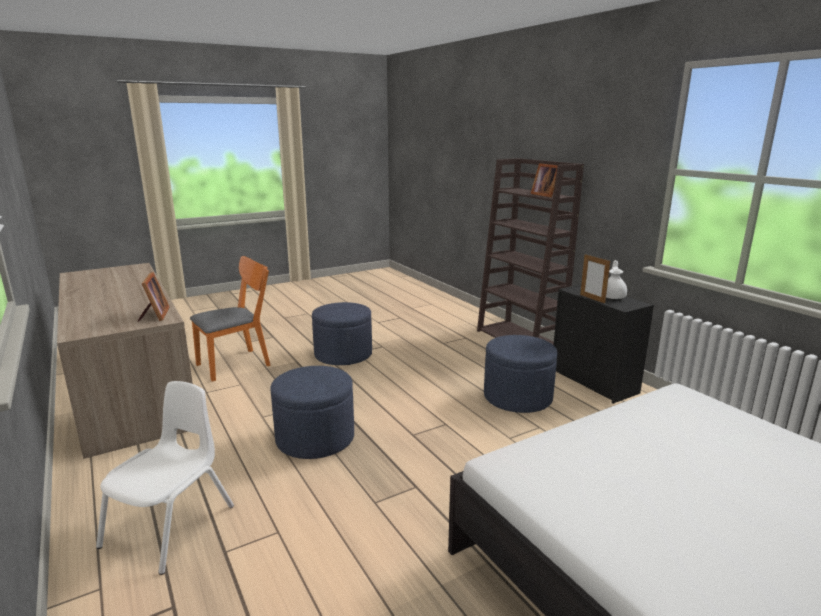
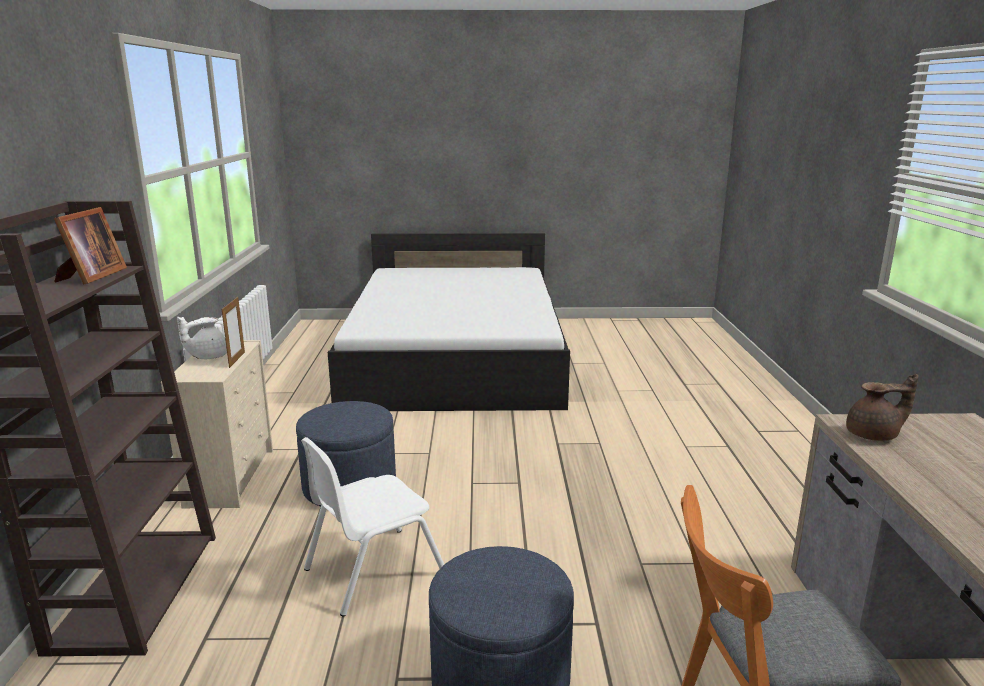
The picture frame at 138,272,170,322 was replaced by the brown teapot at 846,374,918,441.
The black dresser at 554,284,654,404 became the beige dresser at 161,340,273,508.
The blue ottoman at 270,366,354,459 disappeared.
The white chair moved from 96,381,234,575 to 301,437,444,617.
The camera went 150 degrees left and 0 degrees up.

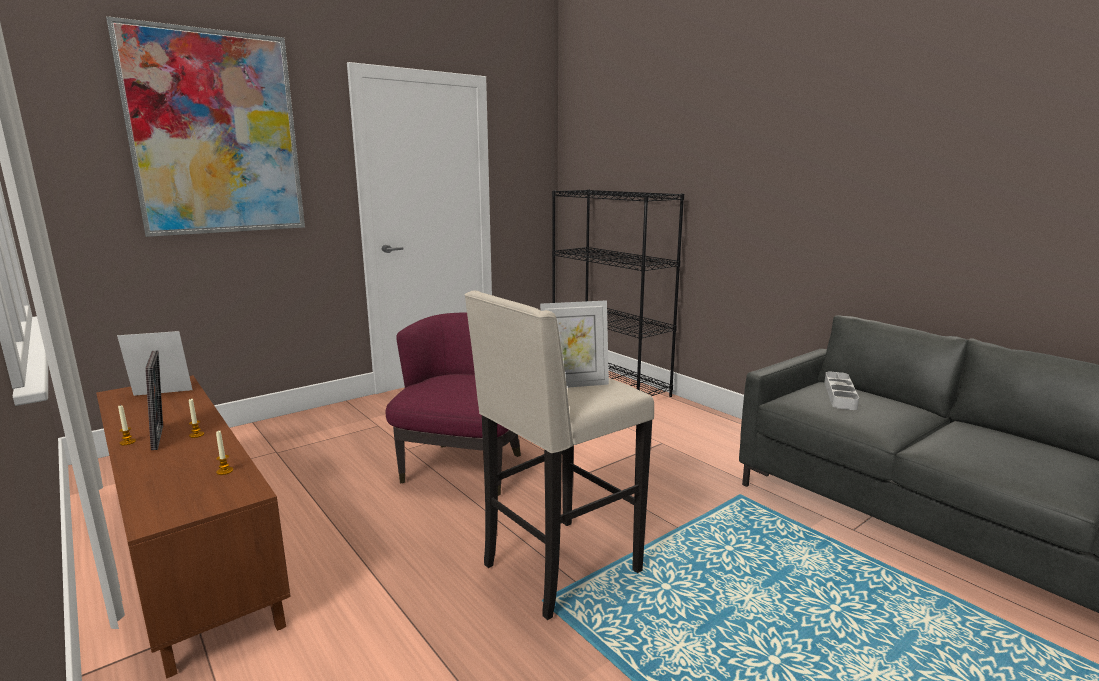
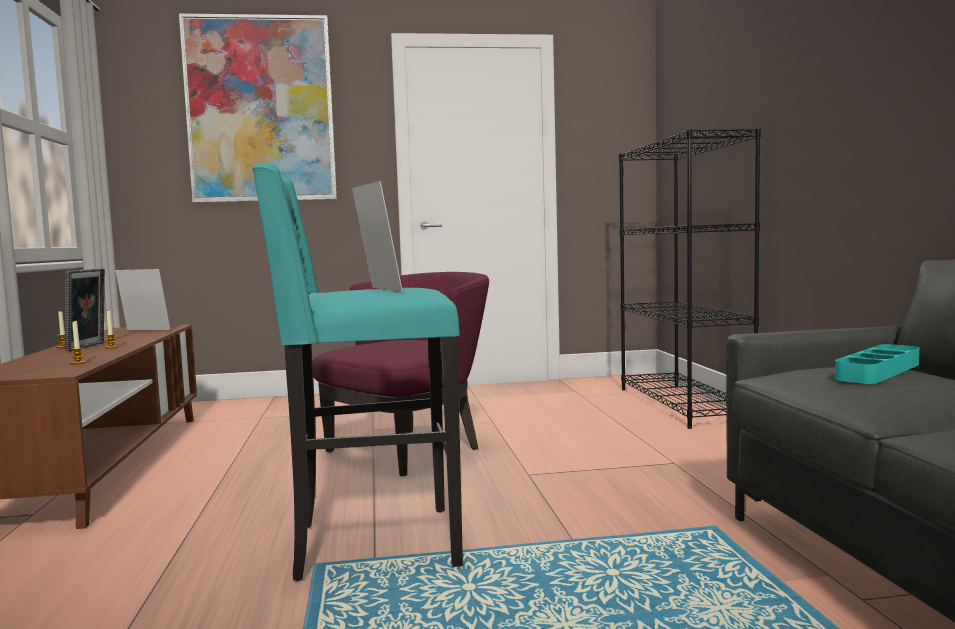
The beige stool at 465,291,654,620 became the turquoise stool at 252,163,463,581.
The picture frame at 540,300,609,388 turned 135 degrees counterclockwise.
The grey tray at 824,372,859,410 became the turquoise tray at 835,344,919,384.
The camera went 30 degrees right and 10 degrees down.

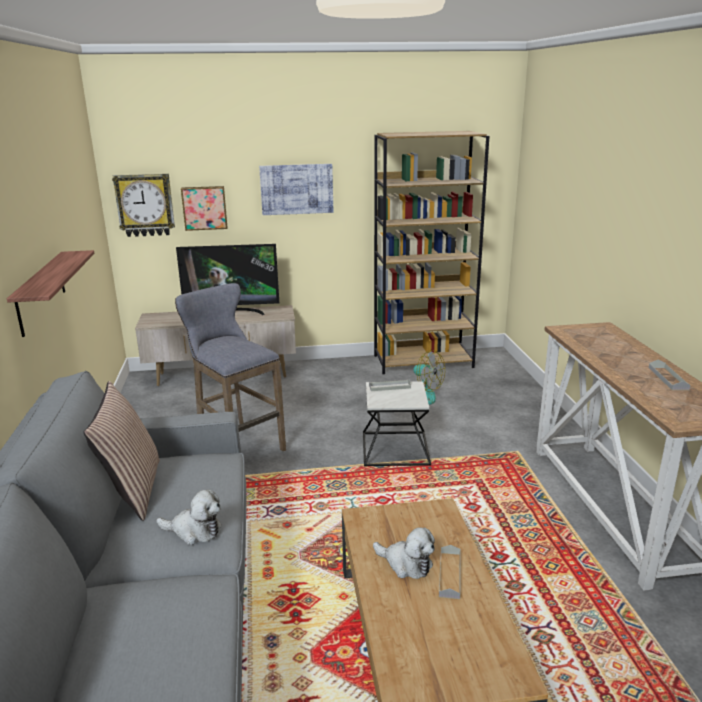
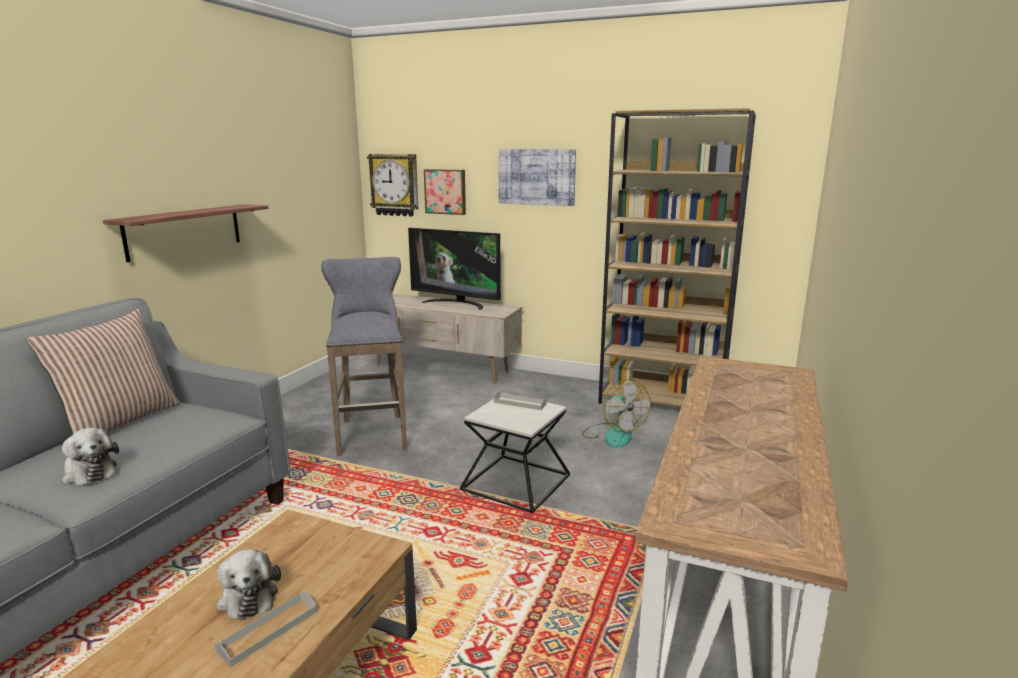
The grey tray at 649,360,690,390 disappeared.
The camera went 30 degrees right and 5 degrees down.

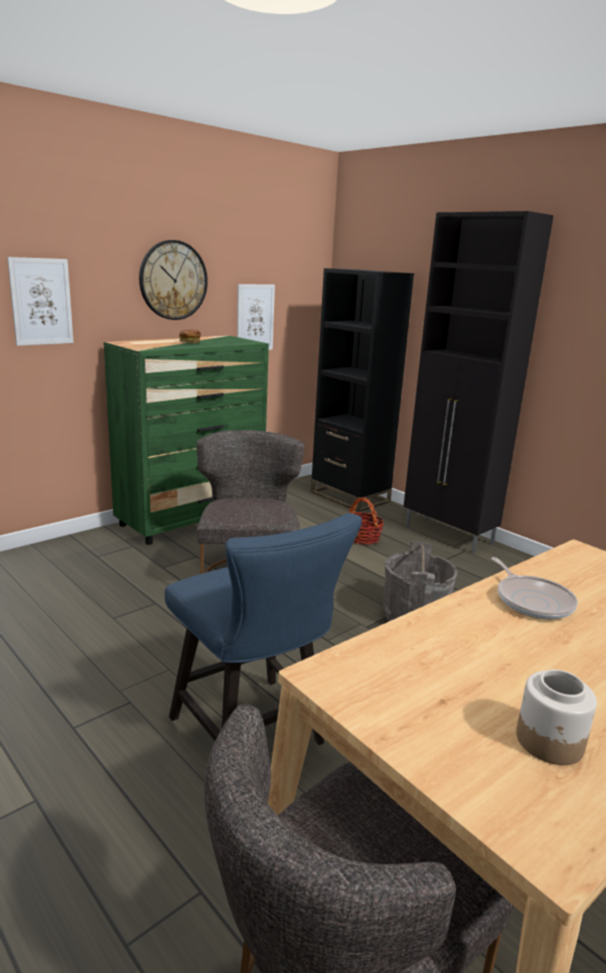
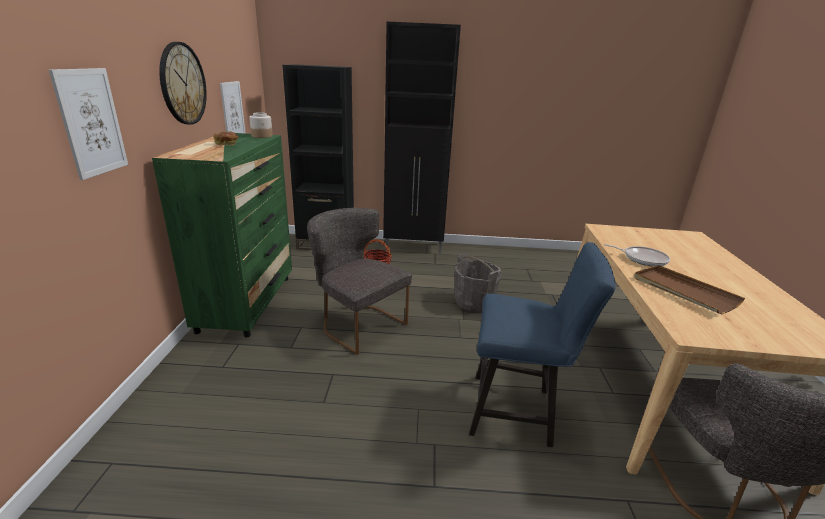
The jar moved from 516,669,597,765 to 249,112,273,138.
The brown tray at 634,265,745,314 appeared.
The camera went 45 degrees left and 5 degrees up.

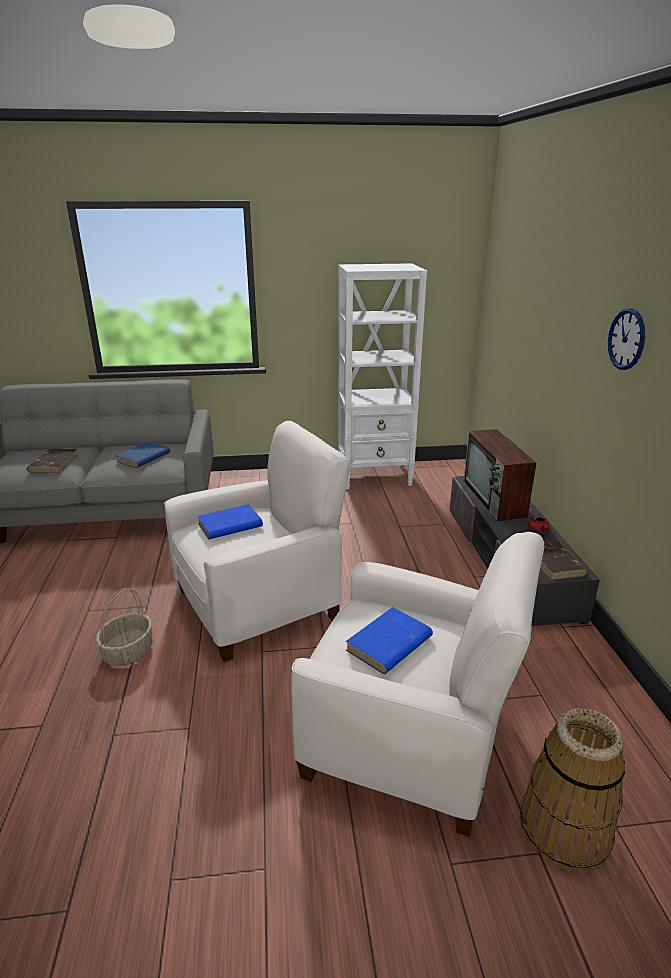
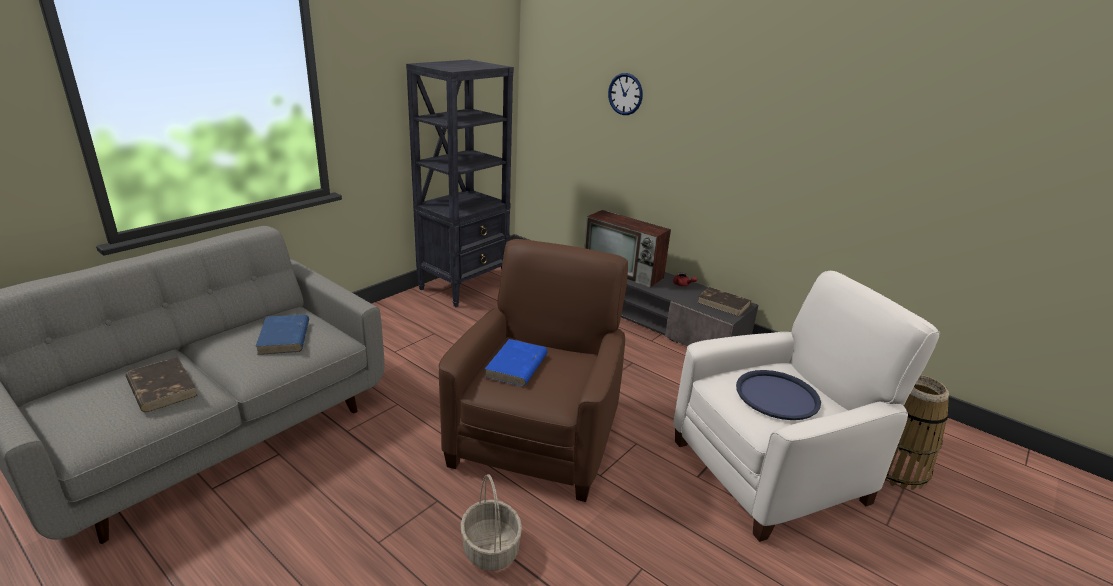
The white bookcase at 338,263,427,489 became the black bookcase at 406,60,514,307.
The wall clock moved from 608,308,645,370 to 608,73,643,115.
The white armchair at 164,421,350,662 became the brown armchair at 438,239,628,502.
The blue book at 346,607,433,674 was replaced by the blue tray at 736,370,821,420.
The camera went 45 degrees left and 0 degrees up.

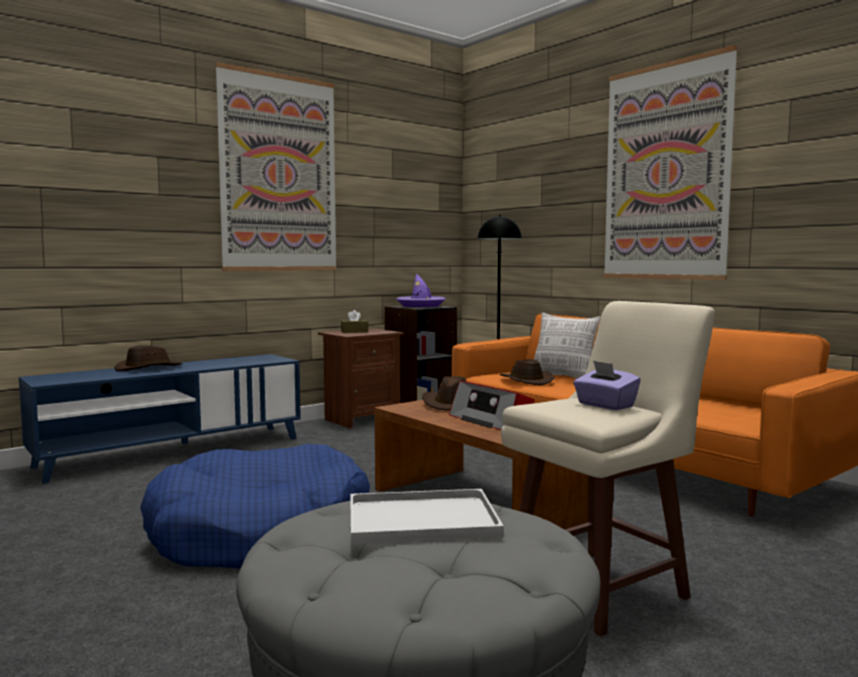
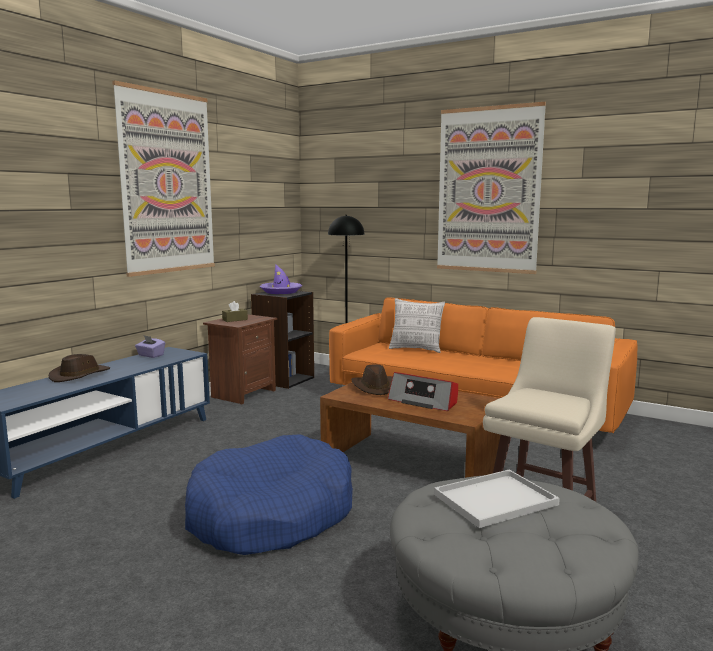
The brown hat at 500,359,555,385 disappeared.
The purple tissue box moved from 573,360,641,410 to 135,335,165,358.
The camera went 20 degrees left and 5 degrees up.

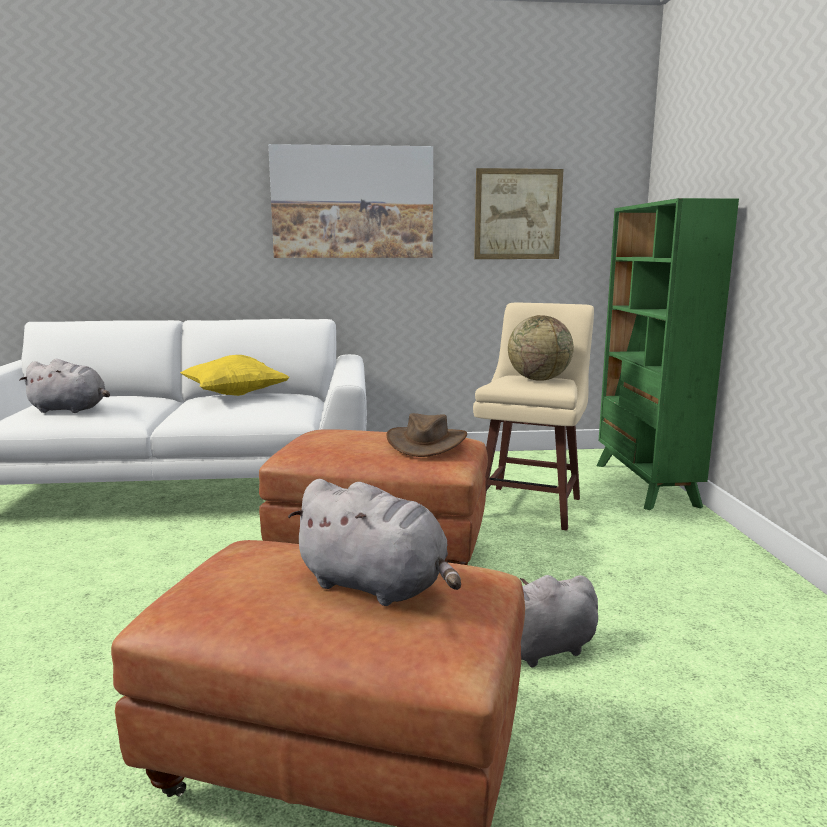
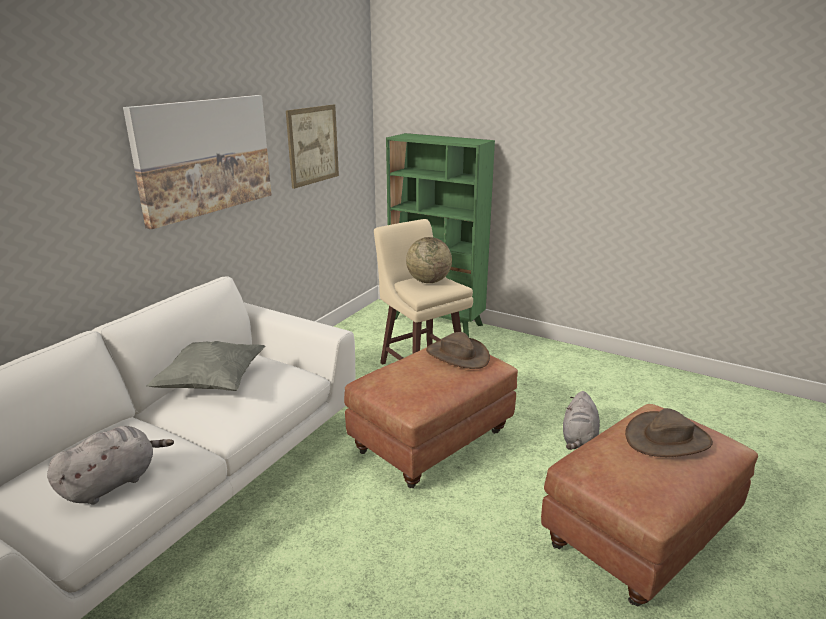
The yellow pillow at 180,355,290,396 became the grey pillow at 146,341,265,391.
The grey plush toy at 288,479,461,606 was replaced by the brown hat at 625,408,713,457.
The camera went 55 degrees left and 10 degrees up.

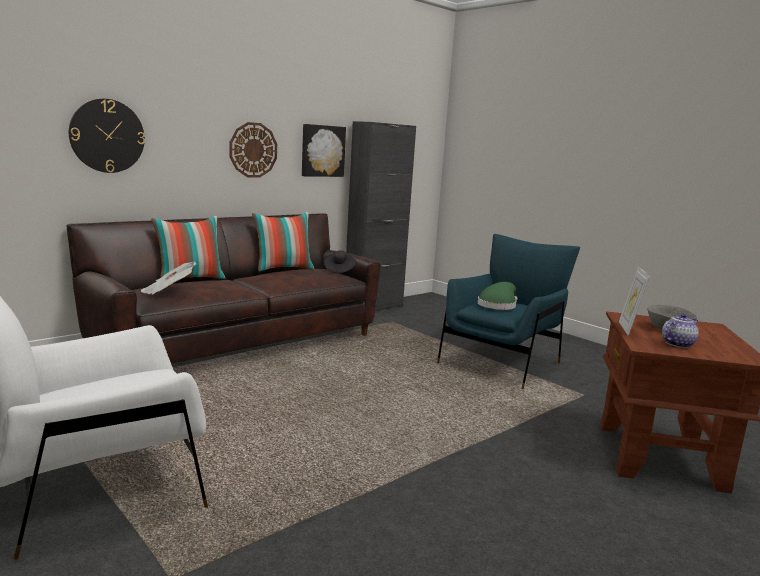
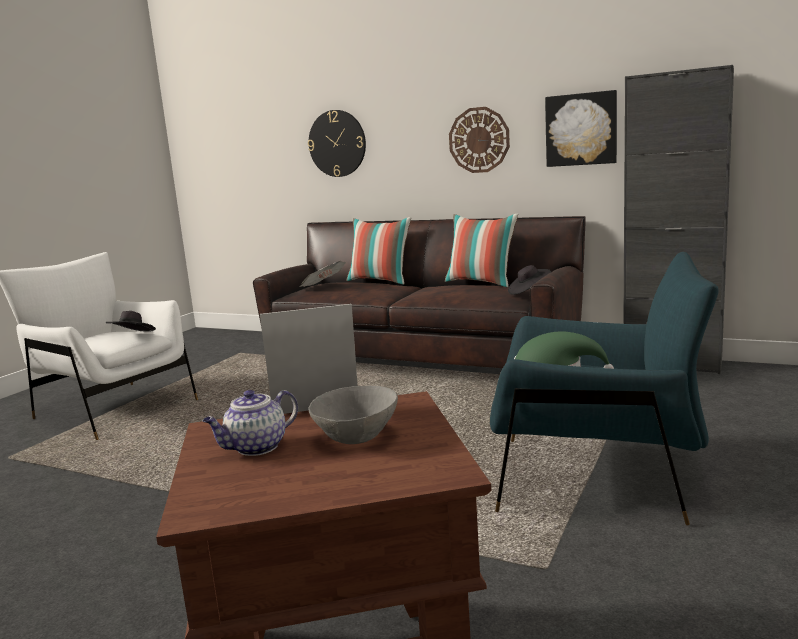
The teapot at 662,313,699,348 turned 105 degrees clockwise.
The black hat at 106,311,156,332 appeared.
The camera went 70 degrees right and 0 degrees up.

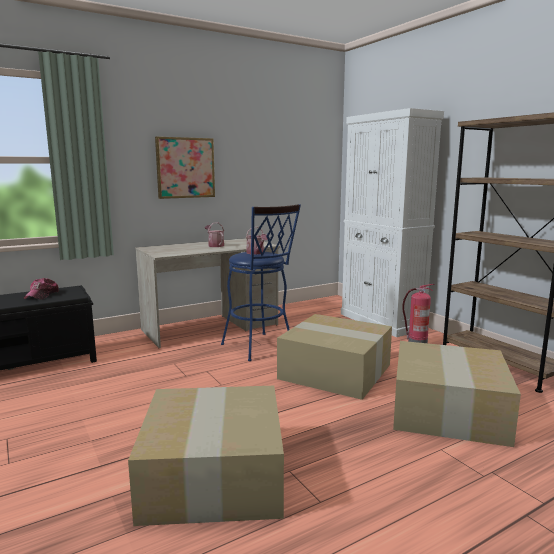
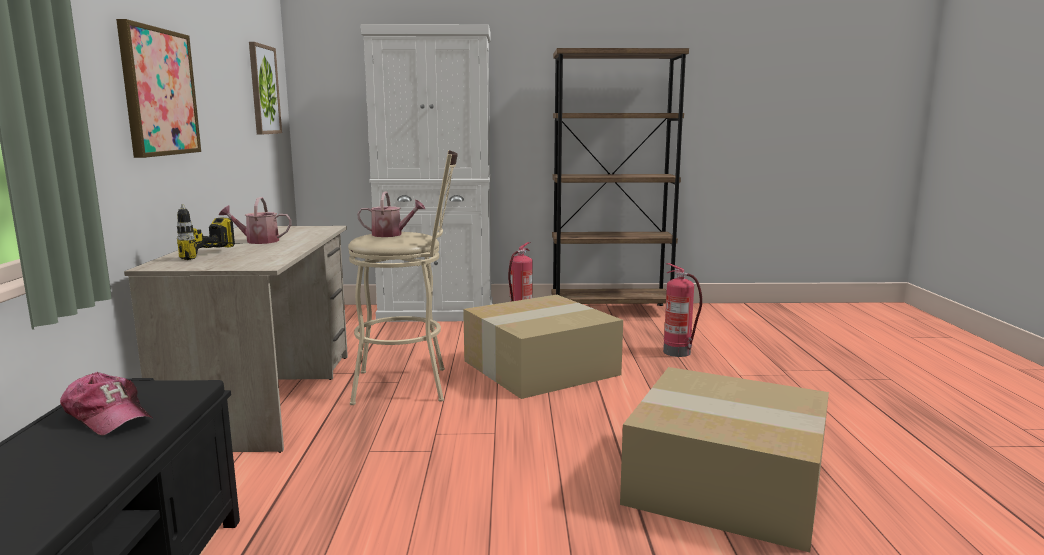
The blue stool at 221,204,301,361 became the beige stool at 348,150,458,405.
The cardboard box at 393,341,521,447 was replaced by the fire extinguisher at 663,263,702,357.
The picture at 249,42,282,134 appeared.
The power drill at 177,204,242,260 appeared.
The camera went 60 degrees left and 0 degrees up.

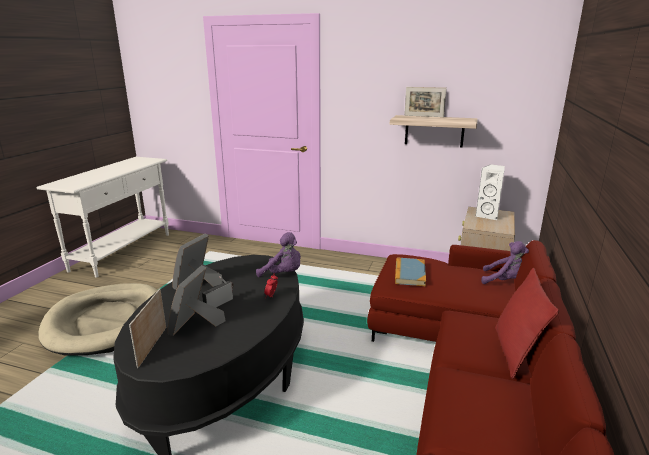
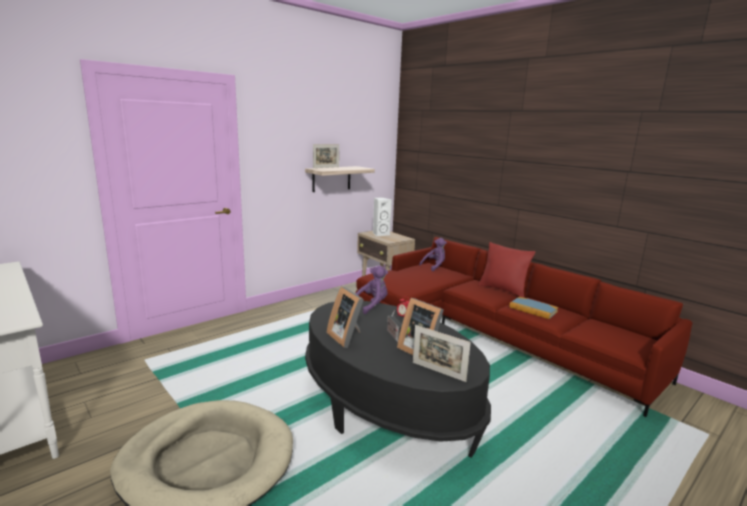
The book moved from 395,257,426,286 to 509,297,558,319.
The camera went 60 degrees left and 5 degrees down.

